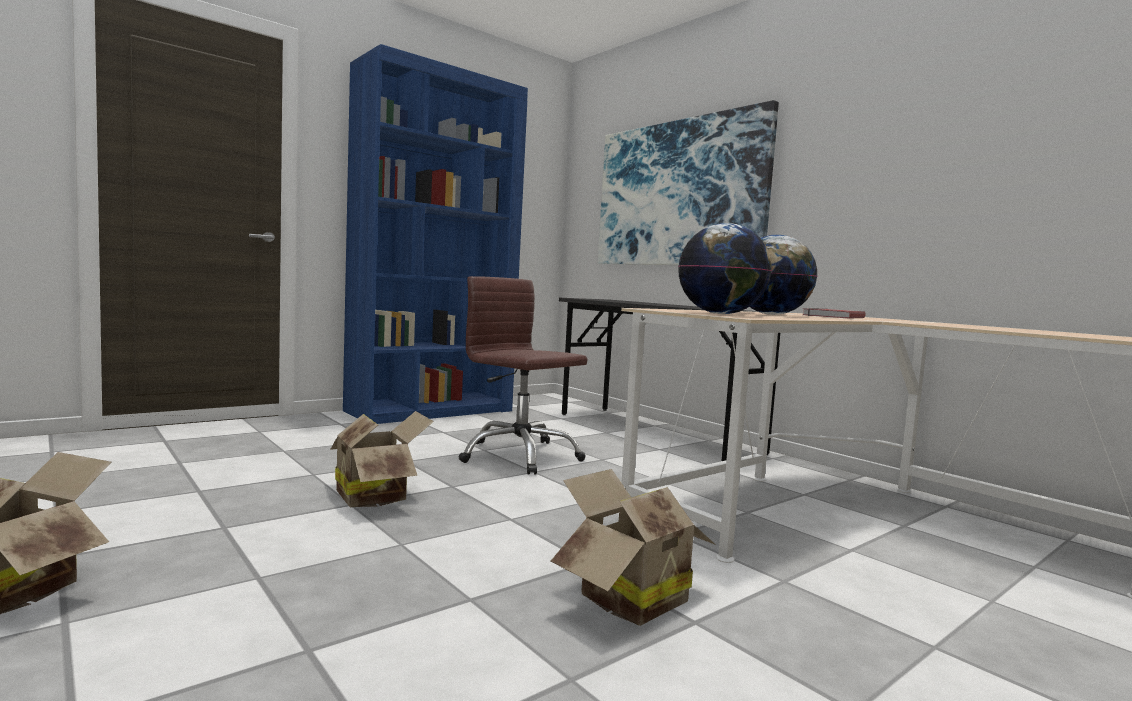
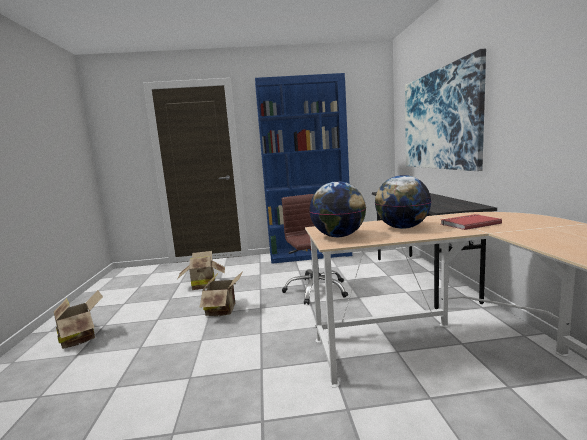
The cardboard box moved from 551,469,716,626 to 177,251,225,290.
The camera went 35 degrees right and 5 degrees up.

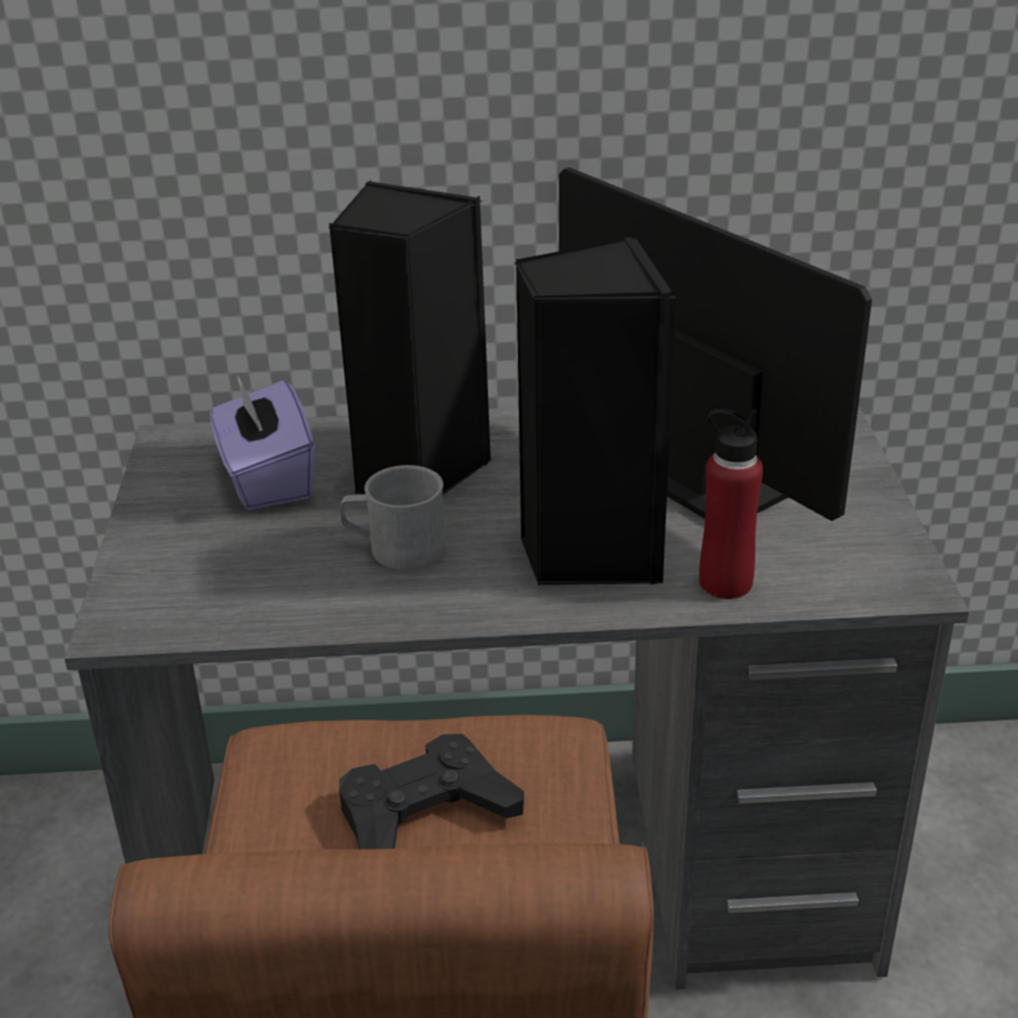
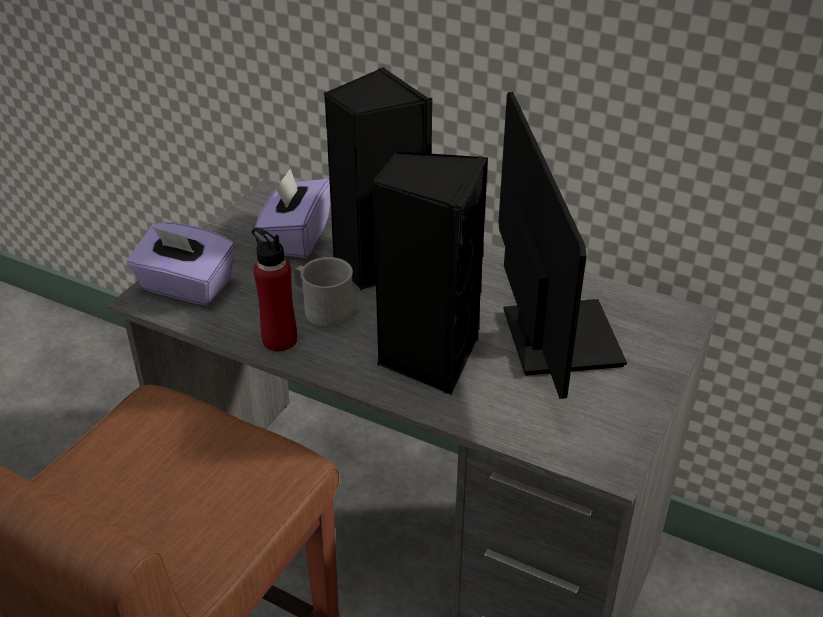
The red bottle moved from 699,409,763,599 to 252,227,297,352.
The black game controller at 339,734,524,849 disappeared.
The purple tissue box at 126,222,235,305 appeared.
The camera went 30 degrees right and 5 degrees up.

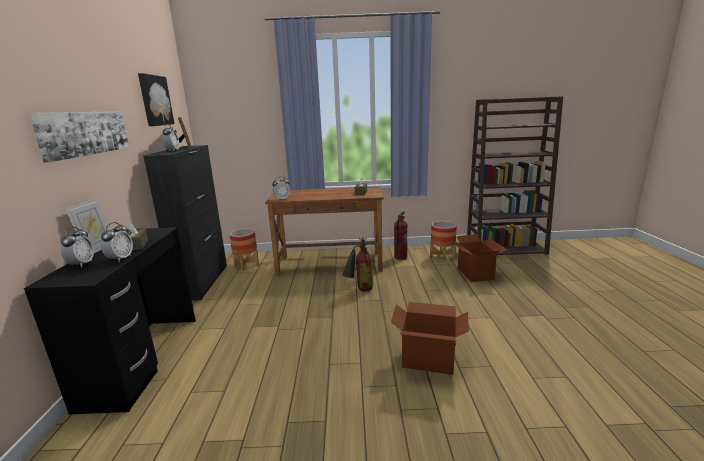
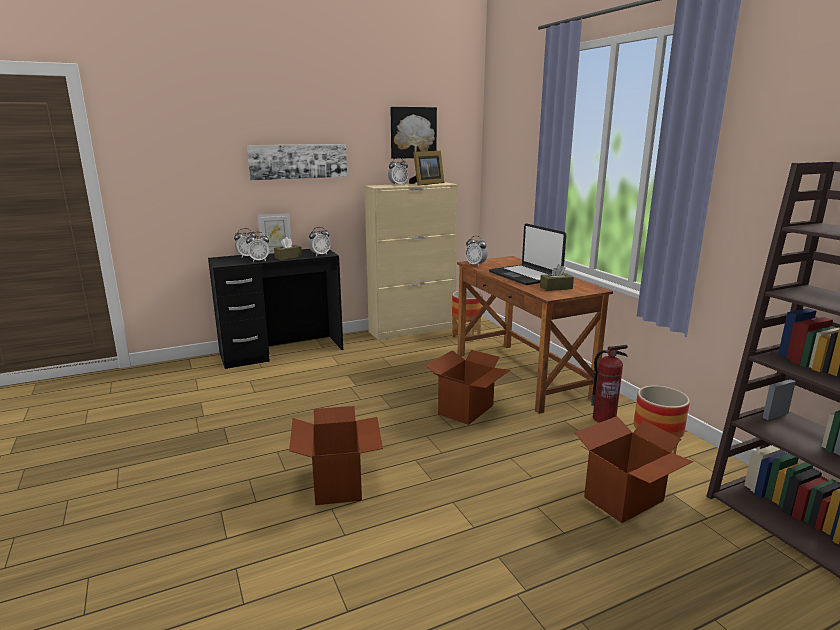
The black cabinet at 143,145,227,301 became the beige cabinet at 364,182,458,340.
The fire extinguisher at 343,237,373,291 was replaced by the cardboard box at 425,350,510,425.
The laptop at 489,223,566,285 appeared.
The alarm clock at 309,227,331,256 appeared.
The camera went 65 degrees right and 0 degrees up.

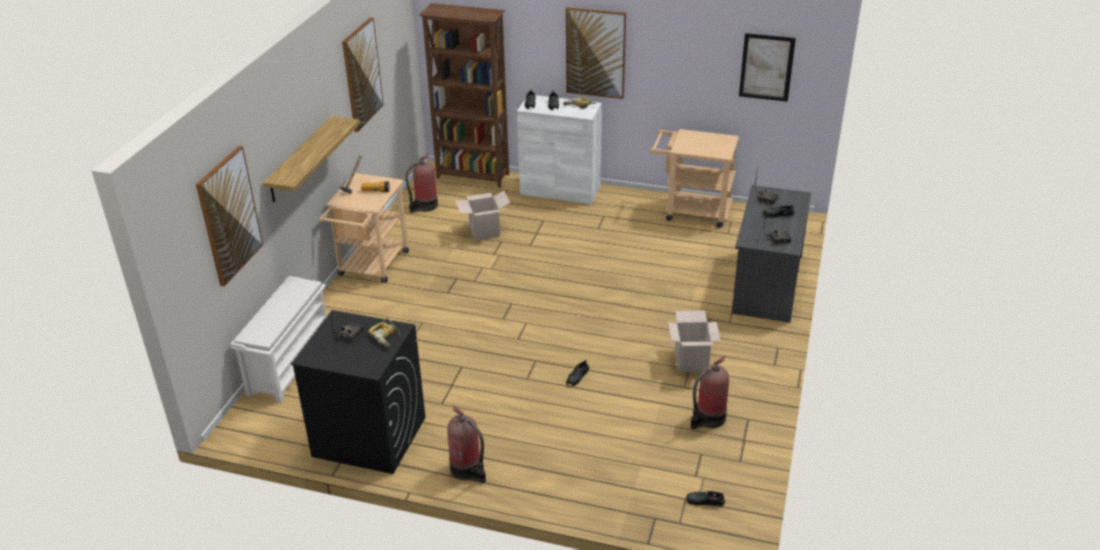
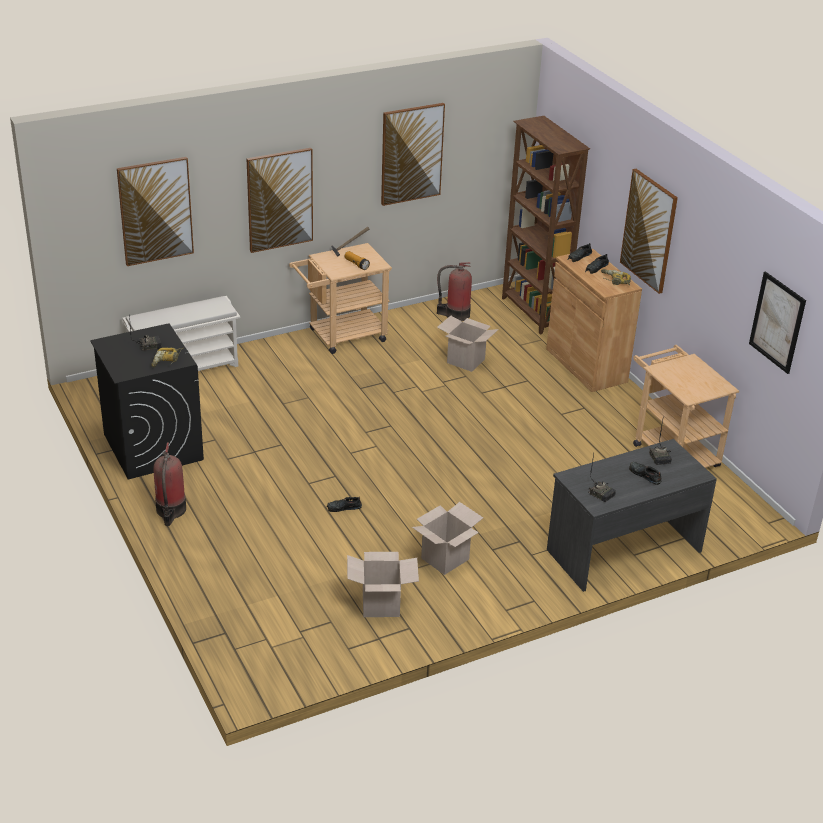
The white cabinet at 517,95,602,204 became the brown cabinet at 546,249,642,392.
The shelf at 263,116,360,202 was replaced by the picture at 247,148,313,253.
The fire extinguisher at 691,356,729,429 was replaced by the cardboard box at 347,552,419,617.
The black shoe at 687,491,725,506 disappeared.
The camera went 45 degrees right and 0 degrees up.

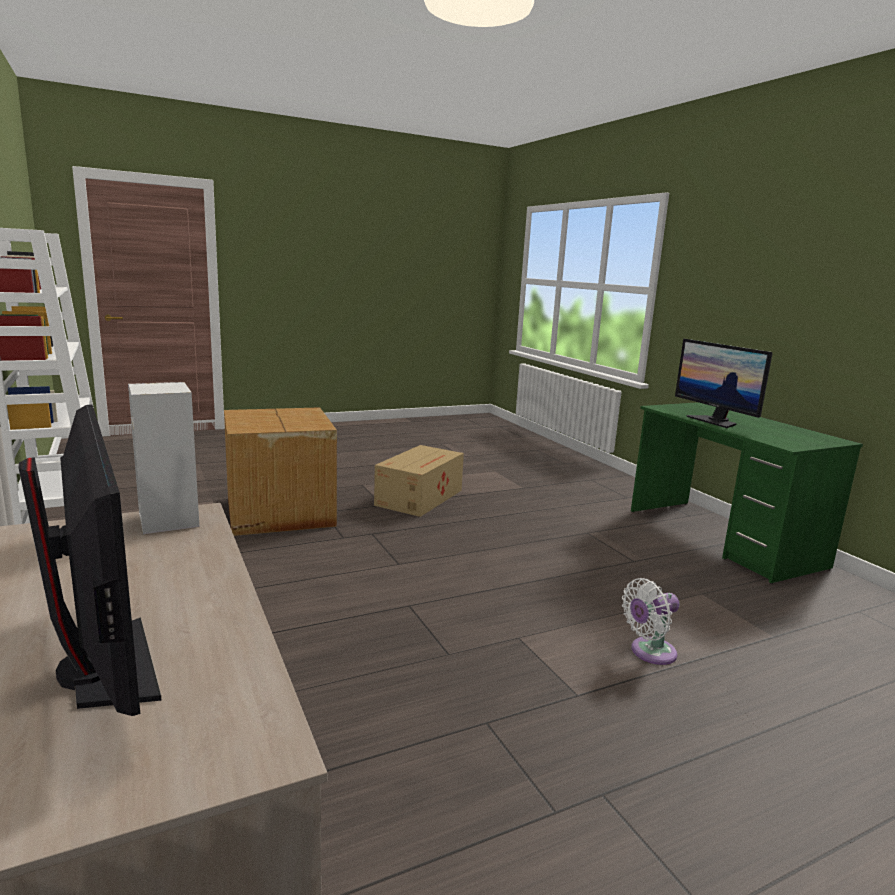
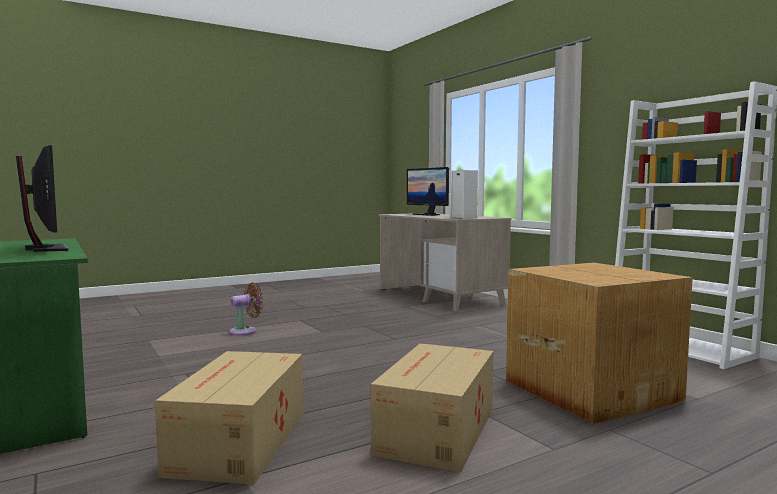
The white fan at 622,578,679,665 became the brown fan at 229,282,263,335.
The cardboard box at 155,351,303,484 appeared.
The camera went 175 degrees right and 10 degrees down.

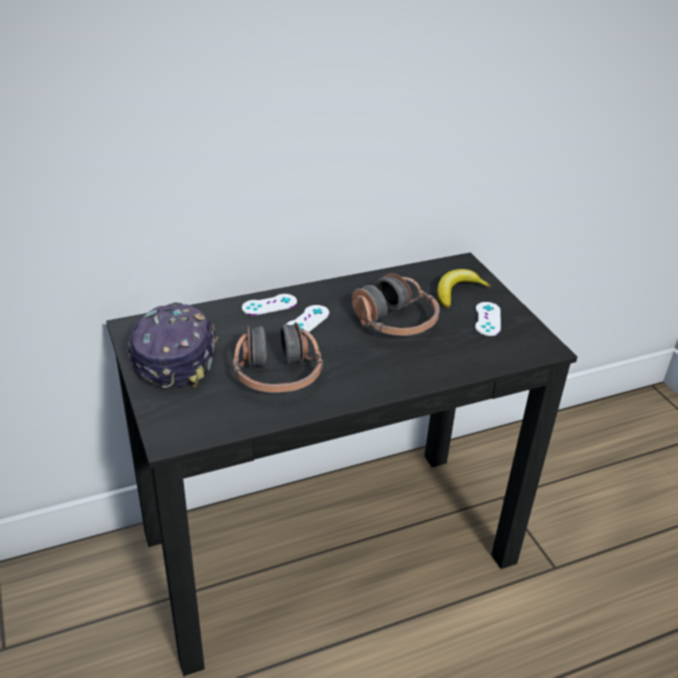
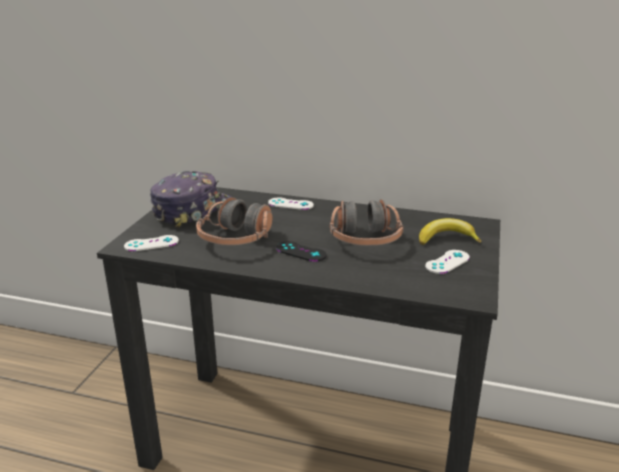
The white game controller moved from 287,305,330,332 to 124,235,179,251.
The black game controller at 277,241,327,262 appeared.
The camera went 40 degrees right and 10 degrees down.

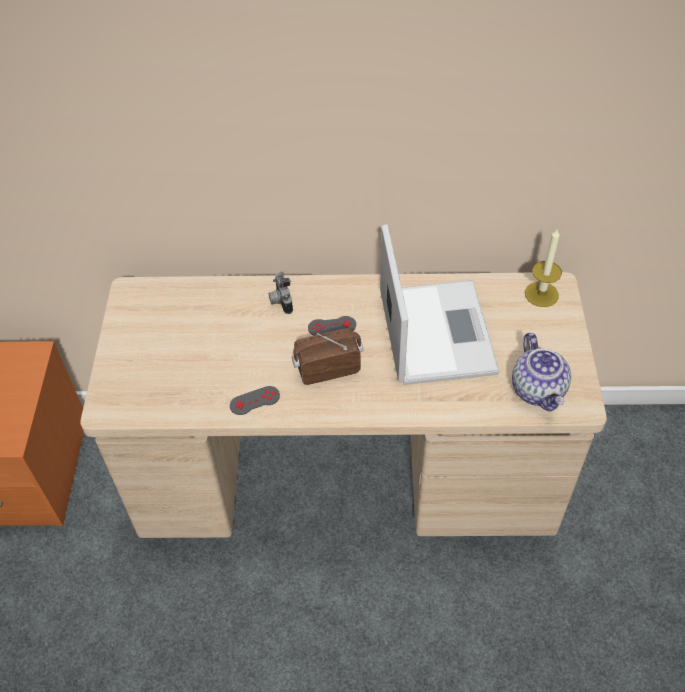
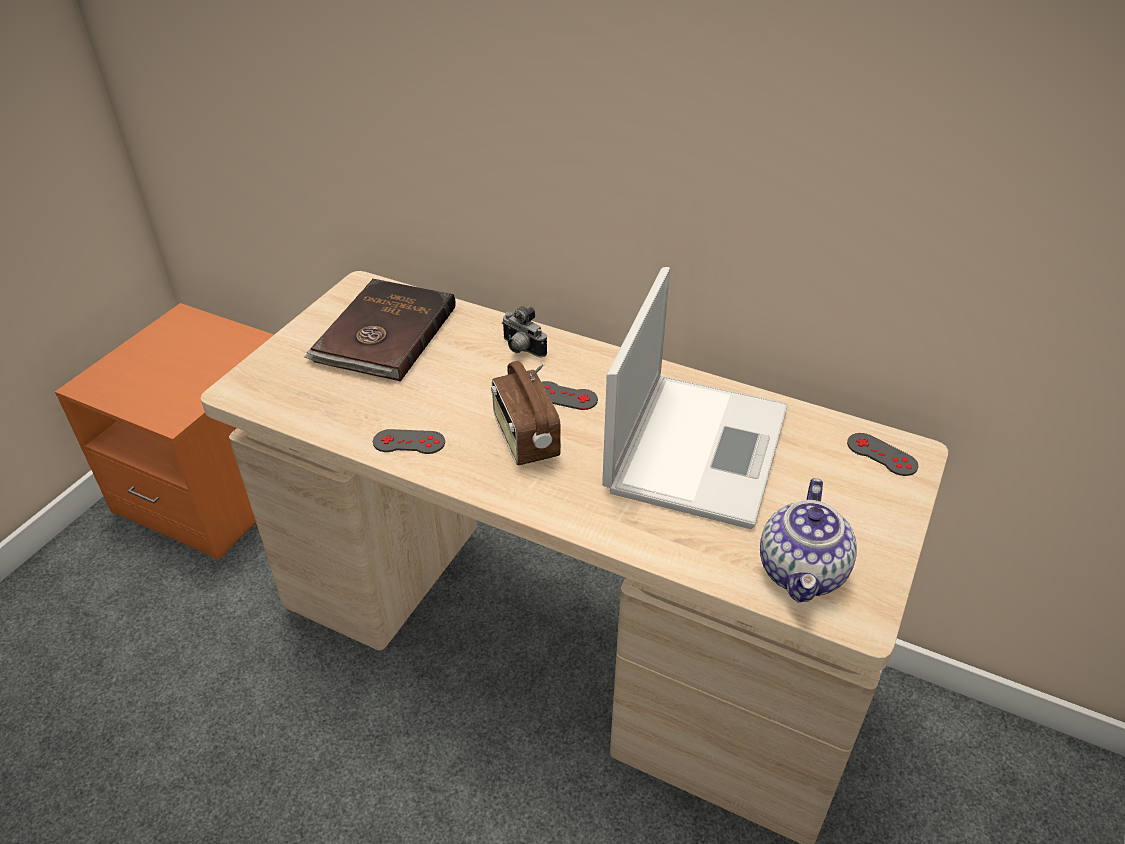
The candle at 525,228,562,307 was replaced by the grey game controller at 847,433,918,476.
The photo camera at 269,273,293,314 turned 60 degrees counterclockwise.
The radio at 292,328,363,385 turned 120 degrees counterclockwise.
The brown book at 304,279,456,382 appeared.
The camera went 25 degrees right and 10 degrees down.

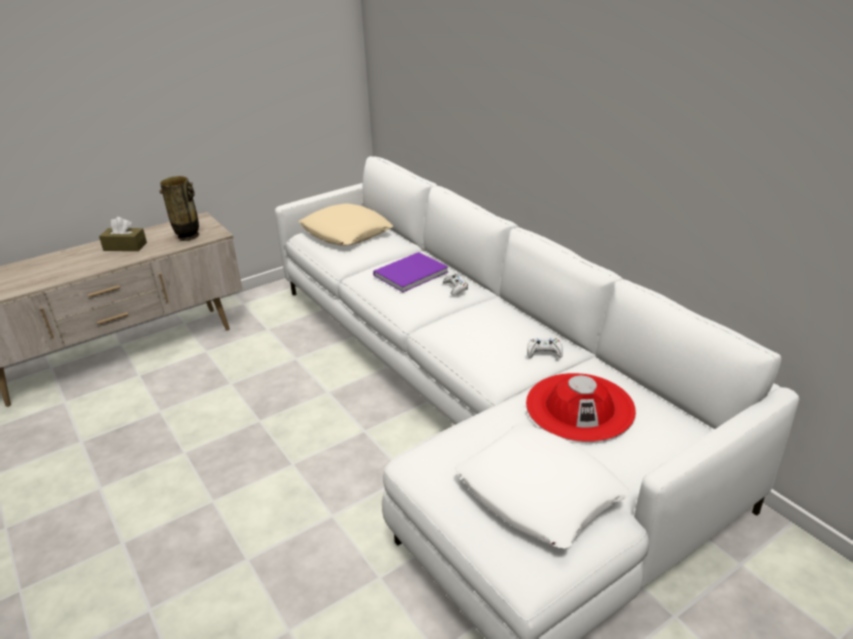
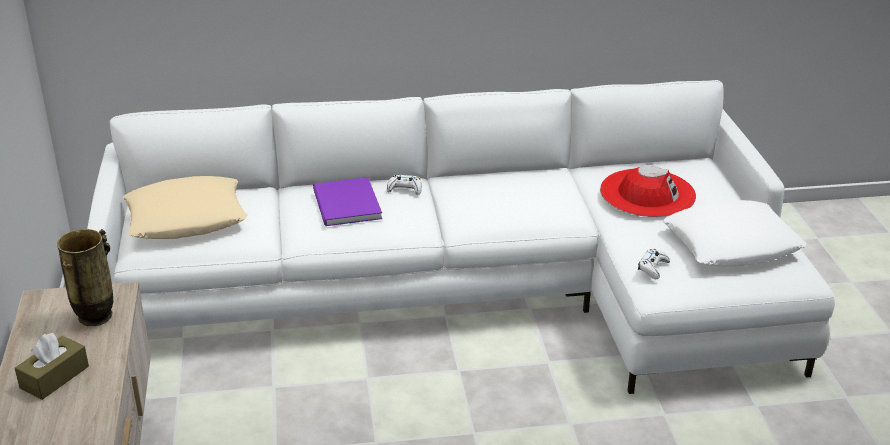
The white game controller moved from 527,338,563,358 to 638,249,670,279.
The camera went 65 degrees left and 0 degrees up.

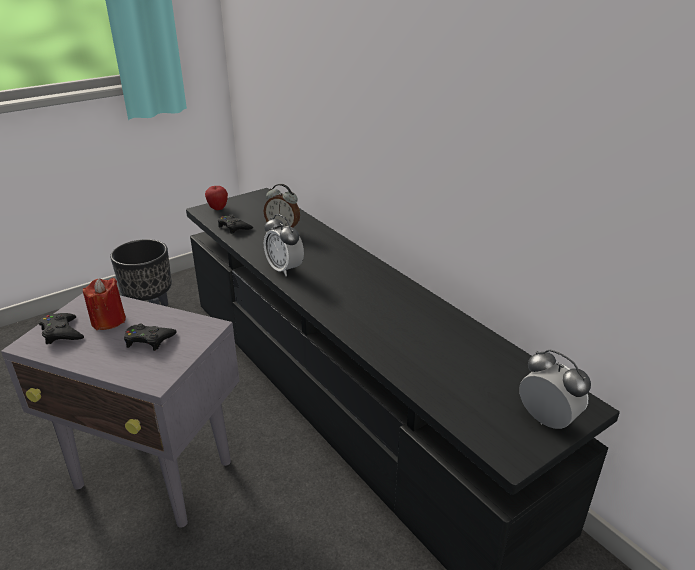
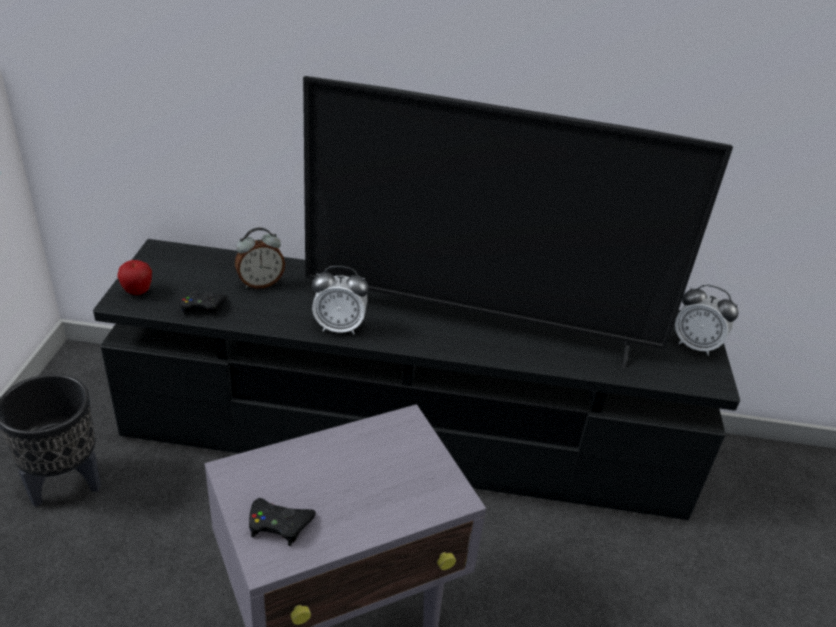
The red candle at 83,278,126,330 disappeared.
The black game controller at 124,324,177,351 disappeared.
The alarm clock at 519,350,591,429 turned 150 degrees counterclockwise.
The television at 303,76,733,369 appeared.
The camera went 50 degrees left and 5 degrees up.

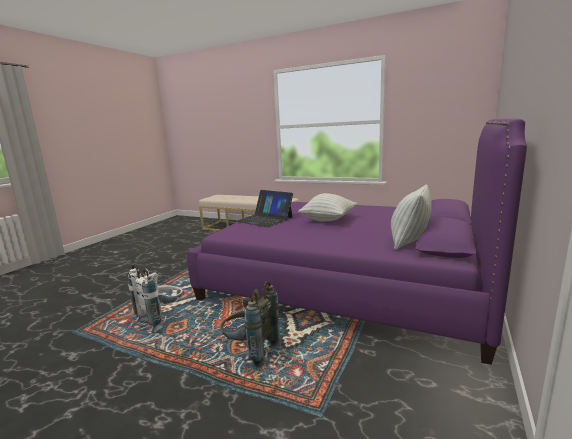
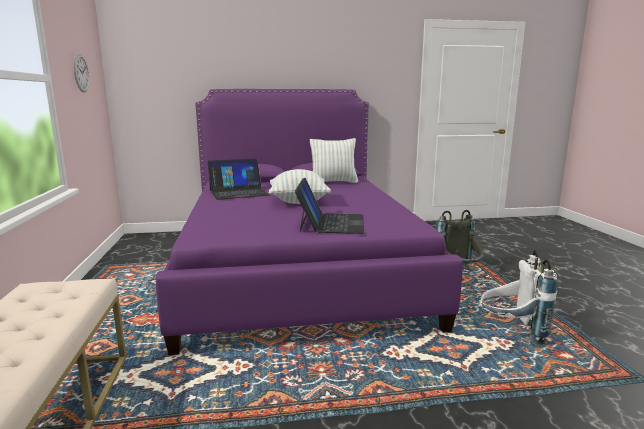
The wall clock at 73,54,89,92 appeared.
The laptop at 208,158,269,200 appeared.
The camera went 125 degrees left and 0 degrees up.

